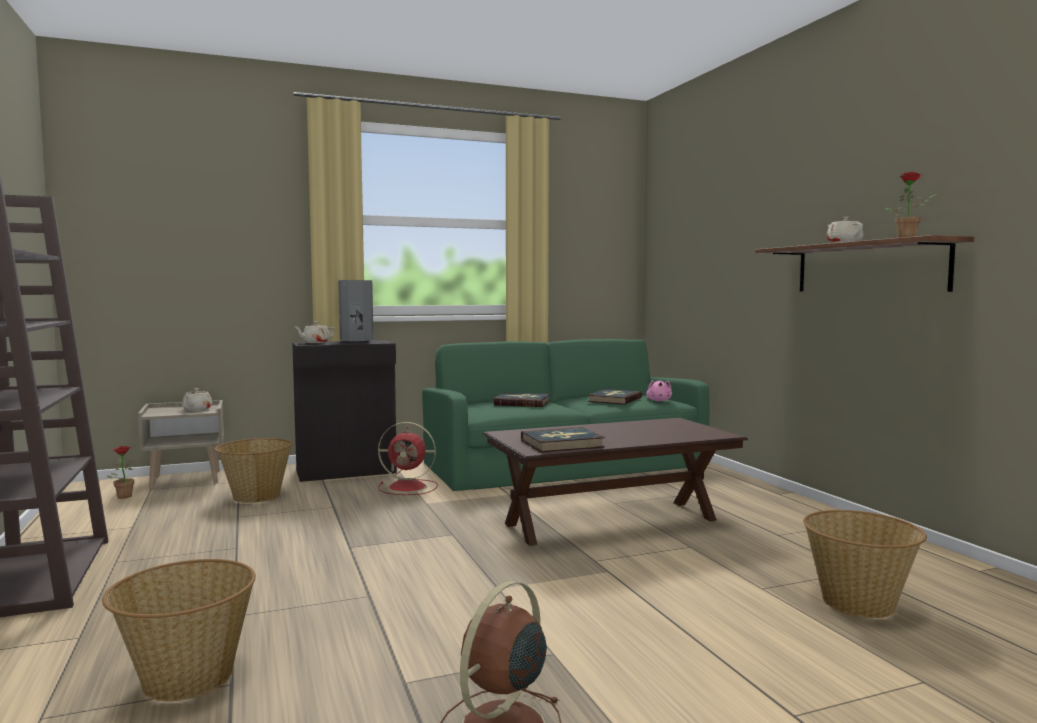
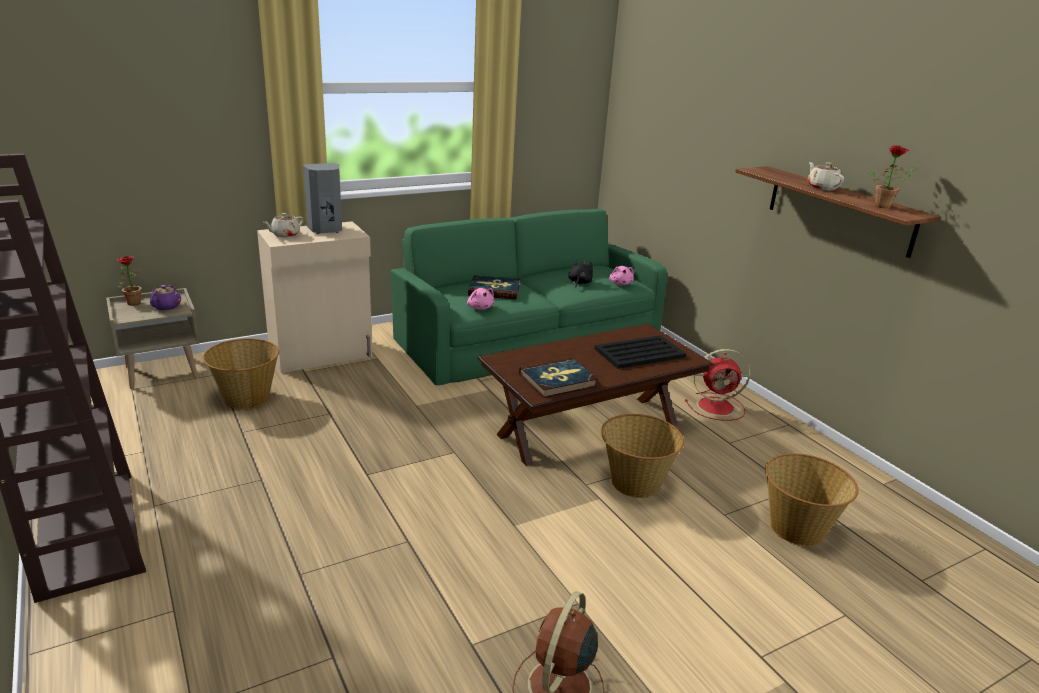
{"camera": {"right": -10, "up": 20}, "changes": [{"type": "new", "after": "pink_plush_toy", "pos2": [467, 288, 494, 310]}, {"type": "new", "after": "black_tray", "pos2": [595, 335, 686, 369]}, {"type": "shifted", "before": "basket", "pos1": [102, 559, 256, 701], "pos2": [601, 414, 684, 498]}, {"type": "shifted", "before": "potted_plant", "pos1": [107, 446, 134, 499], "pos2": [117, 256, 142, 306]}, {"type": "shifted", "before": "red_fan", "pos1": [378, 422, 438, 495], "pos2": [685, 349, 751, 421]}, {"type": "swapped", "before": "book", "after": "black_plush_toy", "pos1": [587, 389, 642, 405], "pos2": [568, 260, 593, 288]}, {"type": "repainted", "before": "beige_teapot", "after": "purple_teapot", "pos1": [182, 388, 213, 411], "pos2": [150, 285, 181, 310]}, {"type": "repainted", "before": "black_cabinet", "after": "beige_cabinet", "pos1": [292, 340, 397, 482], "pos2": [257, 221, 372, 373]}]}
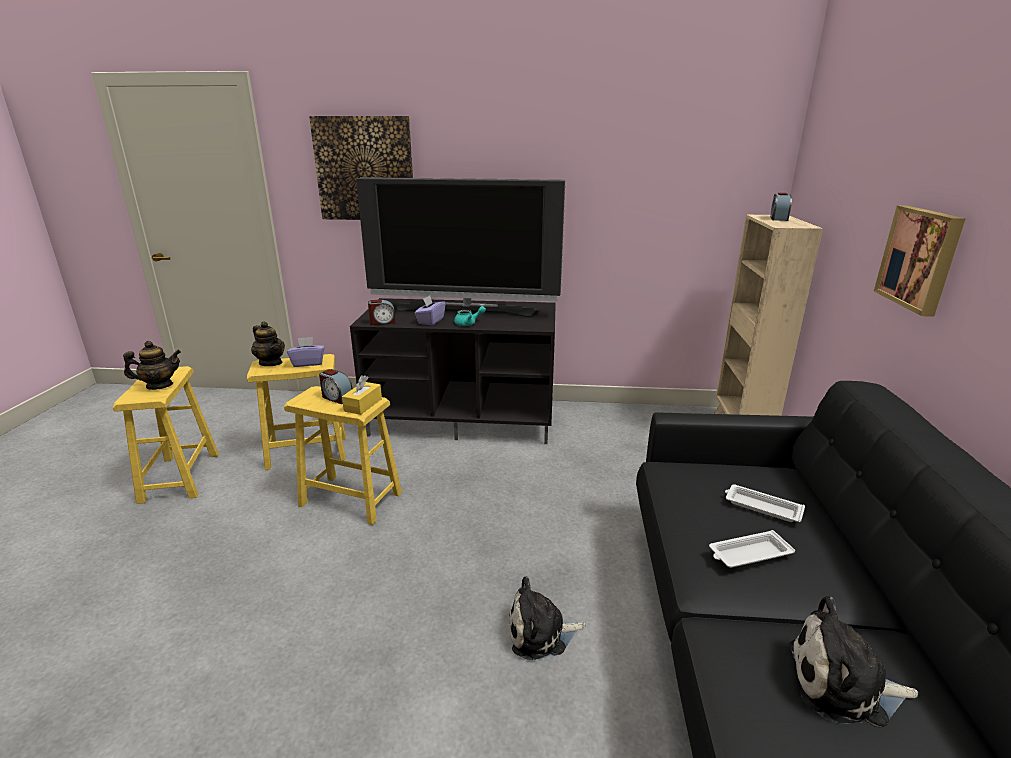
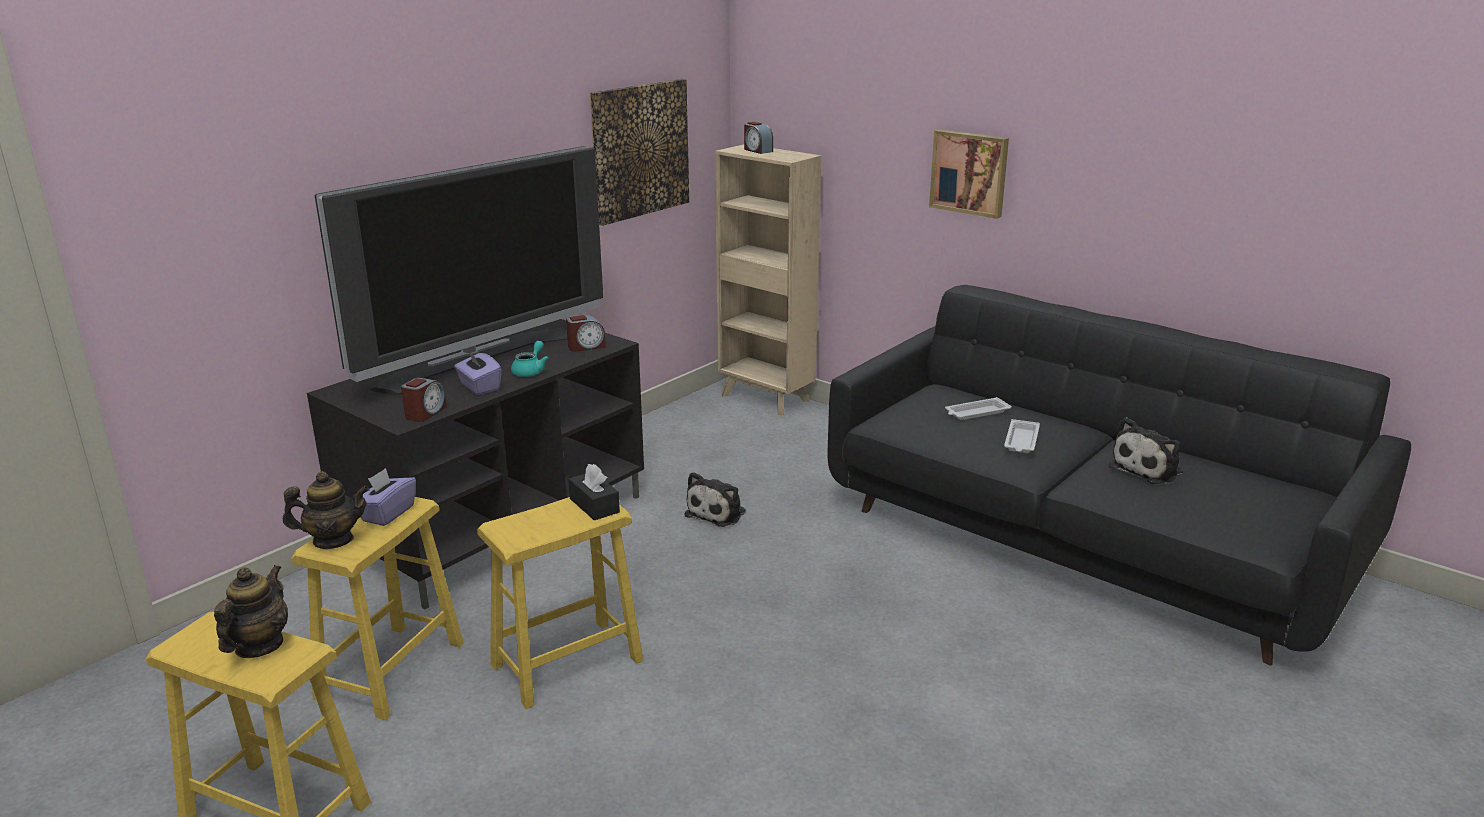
{"camera": {"right": -55, "up": 0}, "changes": [{"type": "shifted", "before": "picture", "pos1": [309, 116, 413, 220], "pos2": [590, 79, 689, 226]}, {"type": "shifted", "before": "alarm_clock", "pos1": [319, 369, 353, 404], "pos2": [566, 315, 606, 352]}, {"type": "shifted", "before": "plush_toy", "pos1": [509, 576, 586, 660], "pos2": [685, 472, 746, 527]}, {"type": "repainted", "before": "yellow_tissue_box", "after": "black_tissue_box", "pos1": [342, 375, 382, 415], "pos2": [568, 464, 620, 520]}]}
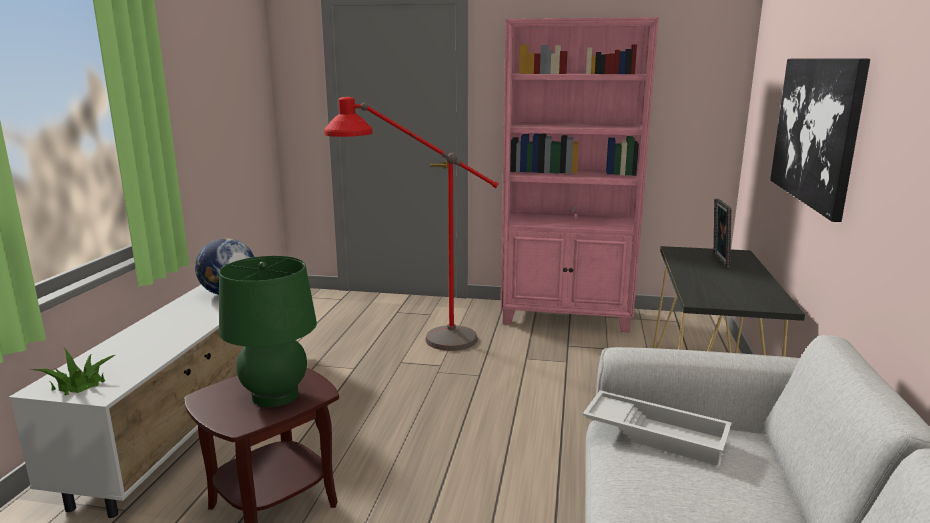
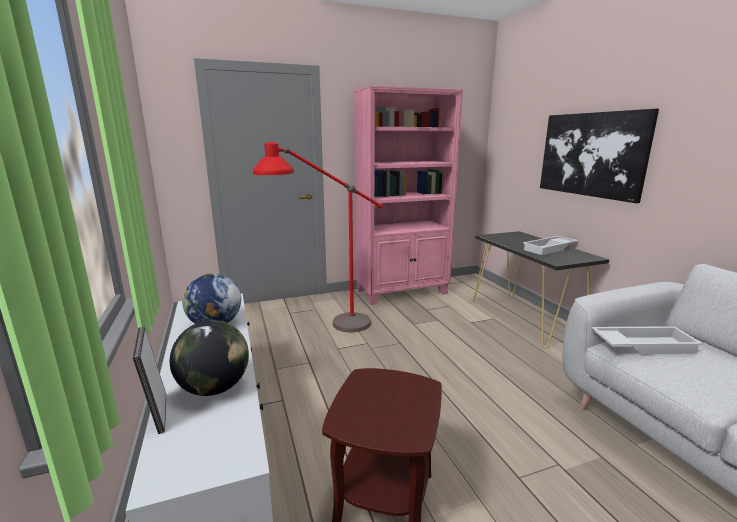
{"camera": {"right": -30, "up": 0}, "changes": [{"type": "gone", "before": "potted_plant", "pos1": [32, 348, 115, 396]}, {"type": "gone", "before": "green_table_lamp", "pos1": [219, 256, 317, 407]}, {"type": "new", "after": "globe", "pos2": [170, 320, 249, 396]}, {"type": "new", "after": "white_tray", "pos2": [523, 236, 579, 255]}, {"type": "shifted", "before": "picture_frame", "pos1": [713, 199, 731, 268], "pos2": [132, 326, 166, 434]}]}
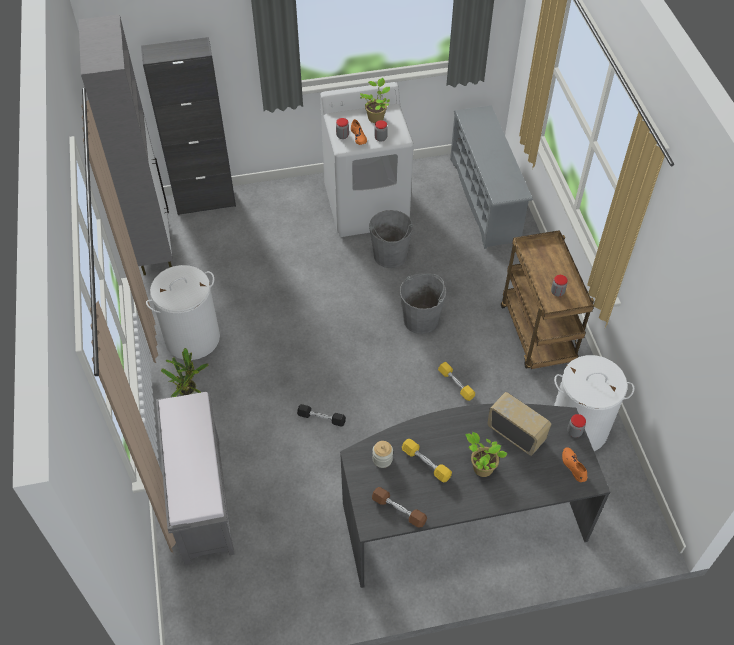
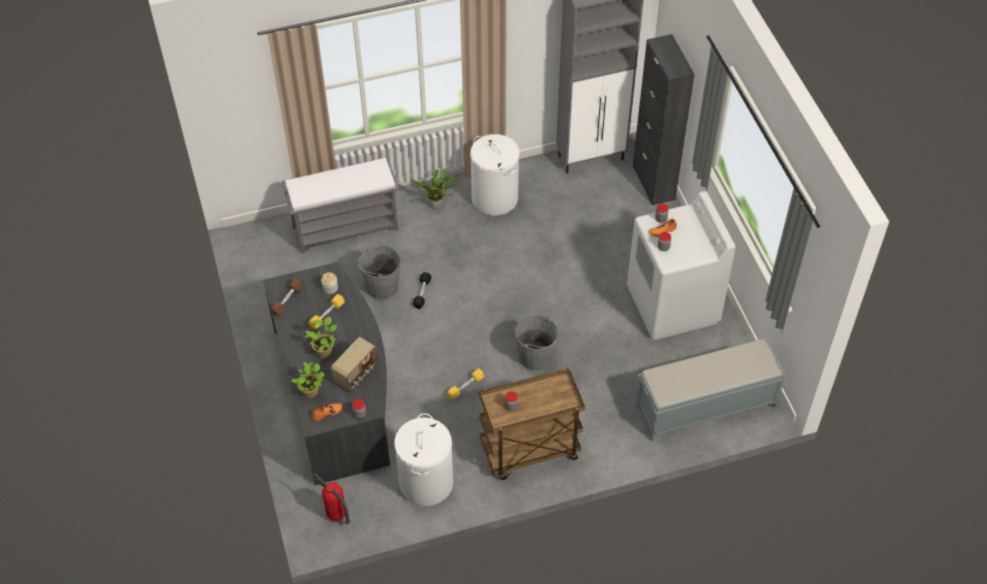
{"camera": {"right": 85, "up": 0}, "changes": [{"type": "new", "after": "fire_extinguisher", "pos2": [313, 473, 351, 524]}, {"type": "shifted", "before": "potted_plant", "pos1": [360, 78, 390, 123], "pos2": [291, 362, 325, 398]}, {"type": "shifted", "before": "grey_bucket", "pos1": [369, 210, 413, 268], "pos2": [357, 245, 400, 300]}, {"type": "swapped", "before": "grey_shoe_rack", "after": "grey_bench", "pos1": [450, 105, 533, 249], "pos2": [635, 339, 786, 441]}]}
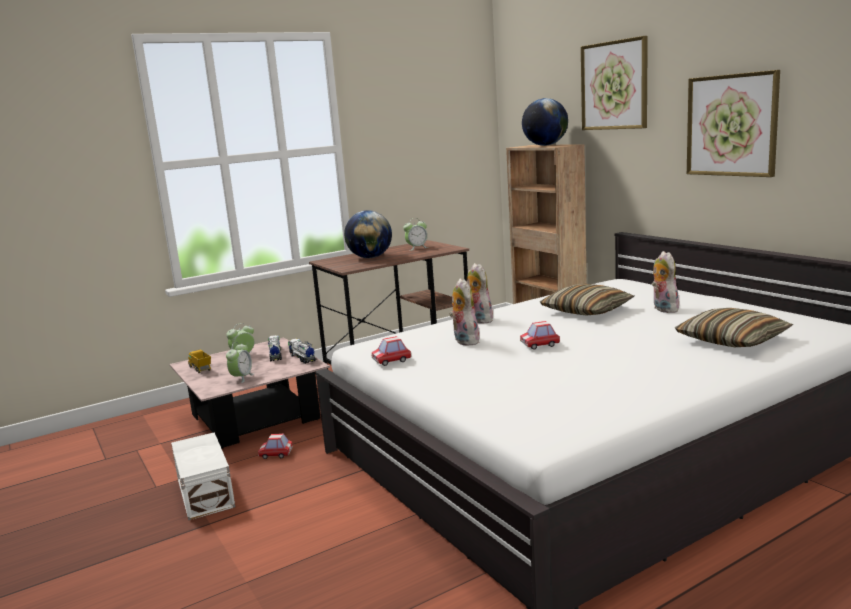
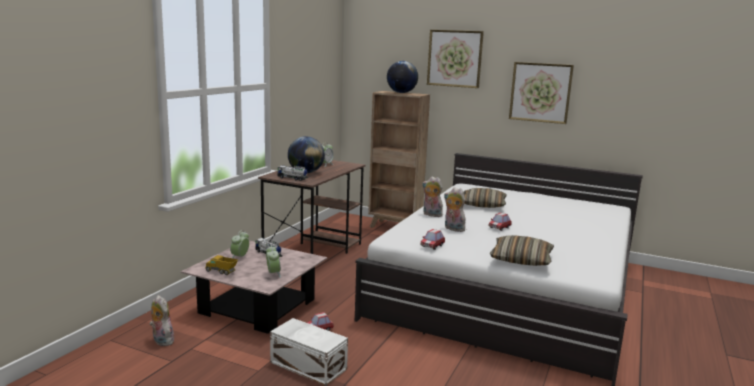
{"camera": {"right": -35, "up": 0}, "changes": [{"type": "shifted", "before": "toy_truck", "pos1": [288, 338, 317, 364], "pos2": [277, 165, 309, 181]}, {"type": "shifted", "before": "plush_toy", "pos1": [652, 251, 679, 313], "pos2": [149, 295, 174, 346]}, {"type": "shifted", "before": "pillow", "pos1": [675, 308, 793, 347], "pos2": [490, 235, 554, 266]}]}
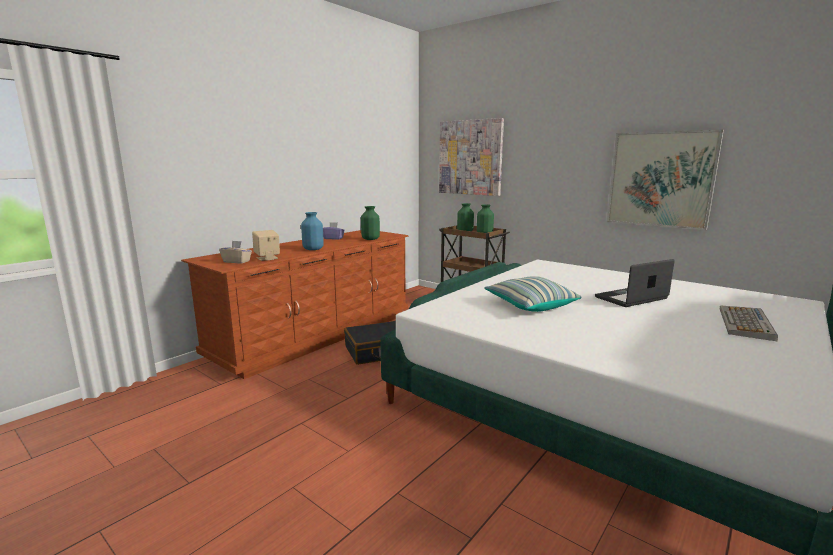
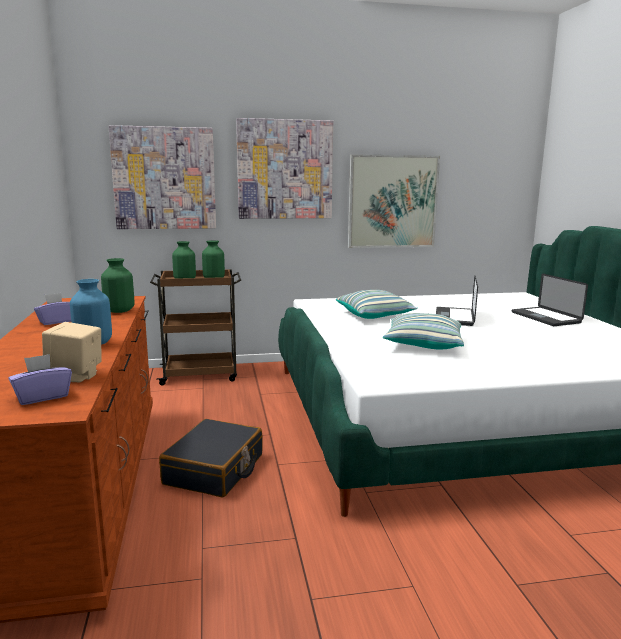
{"camera": {"right": -50, "up": 0}, "changes": [{"type": "new", "after": "picture", "pos2": [236, 118, 333, 219]}, {"type": "new", "after": "pillow", "pos2": [336, 290, 418, 319]}, {"type": "swapped", "before": "keyboard", "after": "laptop", "pos1": [720, 306, 778, 341], "pos2": [512, 274, 588, 326]}, {"type": "repainted", "before": "beige_tissue_box", "after": "purple_tissue_box", "pos1": [219, 241, 252, 264], "pos2": [8, 354, 72, 405]}]}
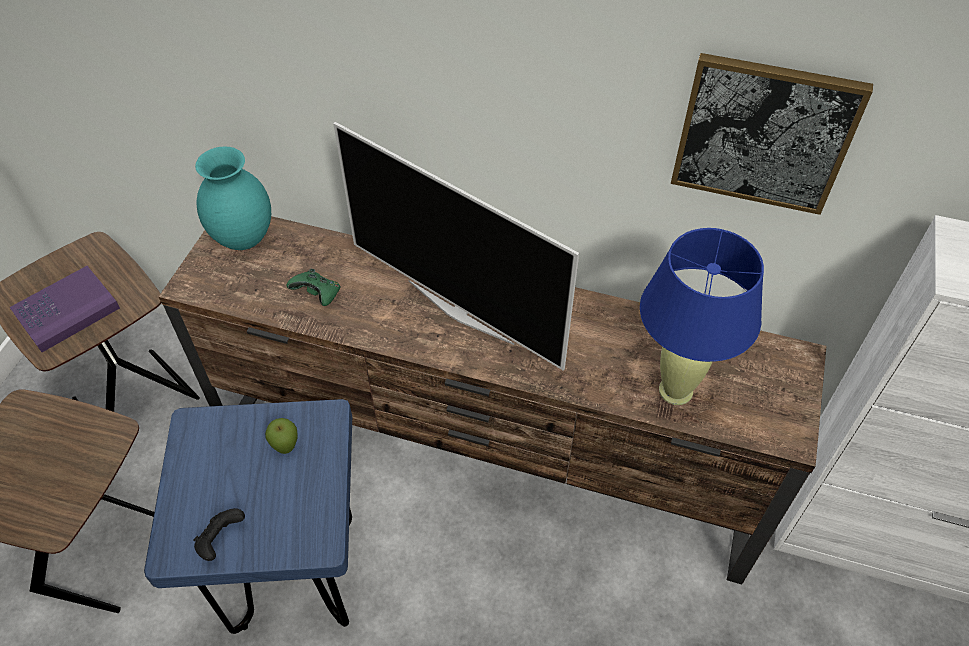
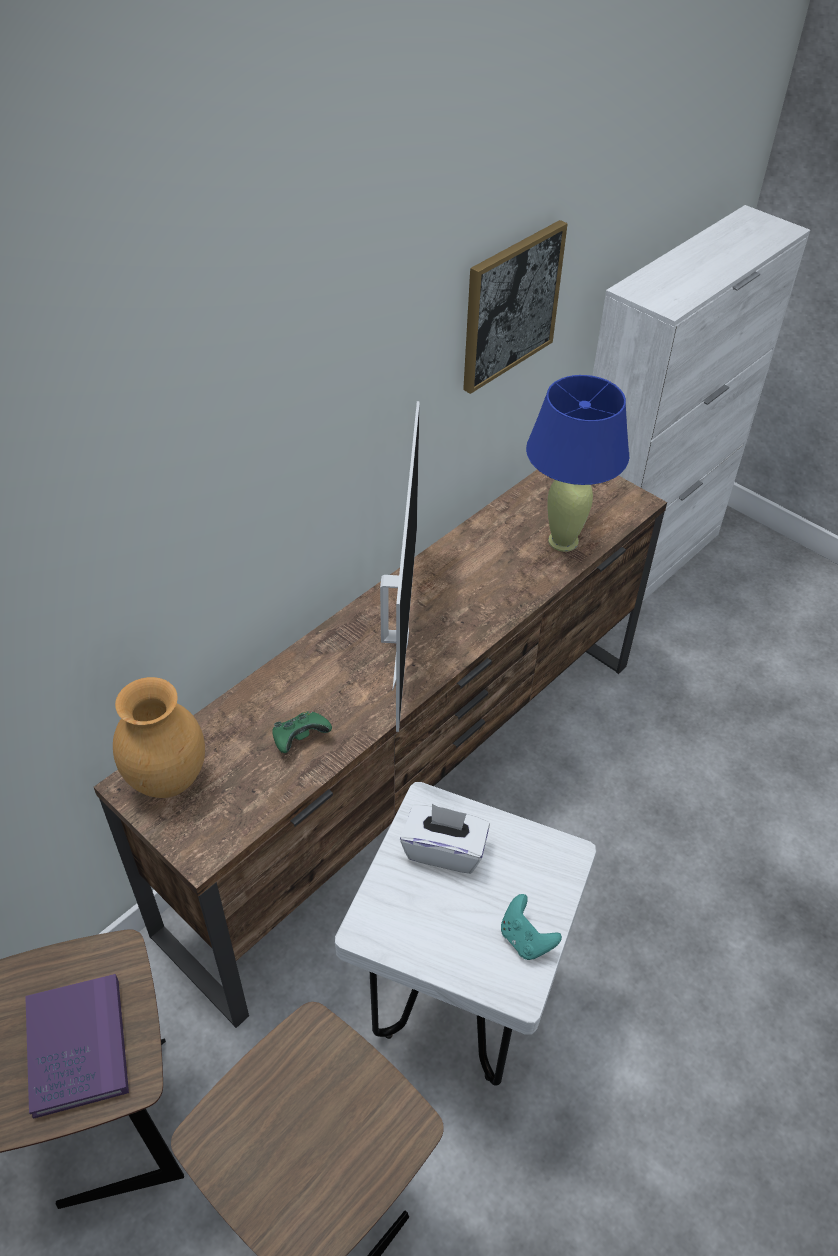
{"camera": {"right": -65, "up": -5}, "changes": [{"type": "swapped", "before": "apple", "after": "white_tissue_box", "pos1": [265, 418, 297, 454], "pos2": [400, 804, 490, 874]}, {"type": "repainted", "before": "blue_stool", "after": "white_stool", "pos1": [144, 399, 352, 634], "pos2": [335, 782, 596, 1086]}, {"type": "repainted", "before": "black_game_controller", "after": "turquoise_game_controller", "pos1": [193, 508, 245, 561], "pos2": [501, 894, 562, 960]}, {"type": "repainted", "before": "turquoise_vase", "after": "brown_vase", "pos1": [195, 146, 271, 250], "pos2": [113, 677, 205, 798]}, {"type": "rotated", "before": "television", "pos1": [333, 122, 579, 370], "pos2": [380, 401, 420, 732], "turn": -60}]}
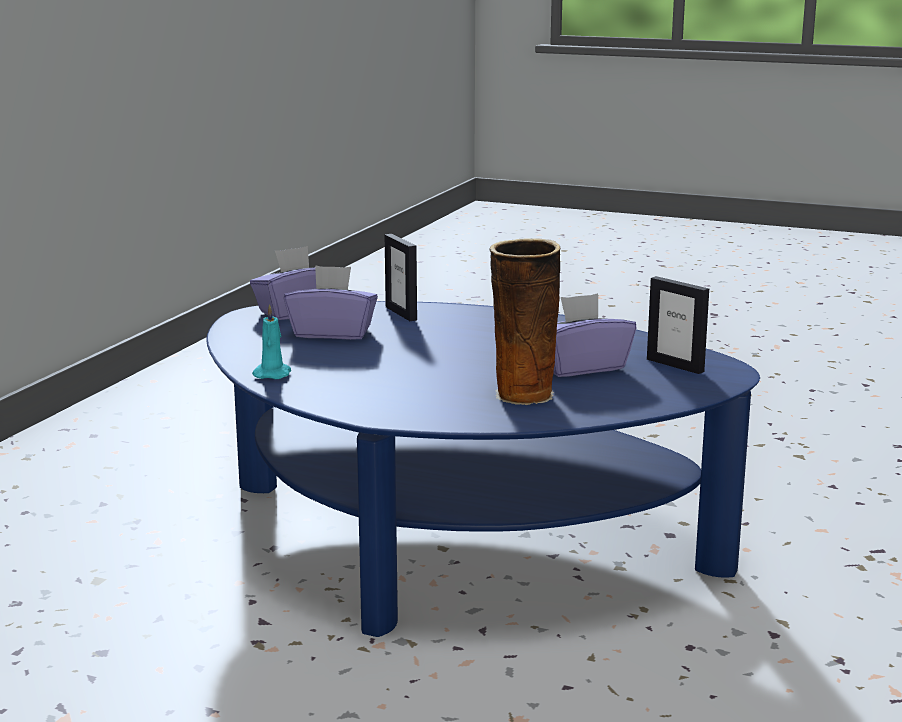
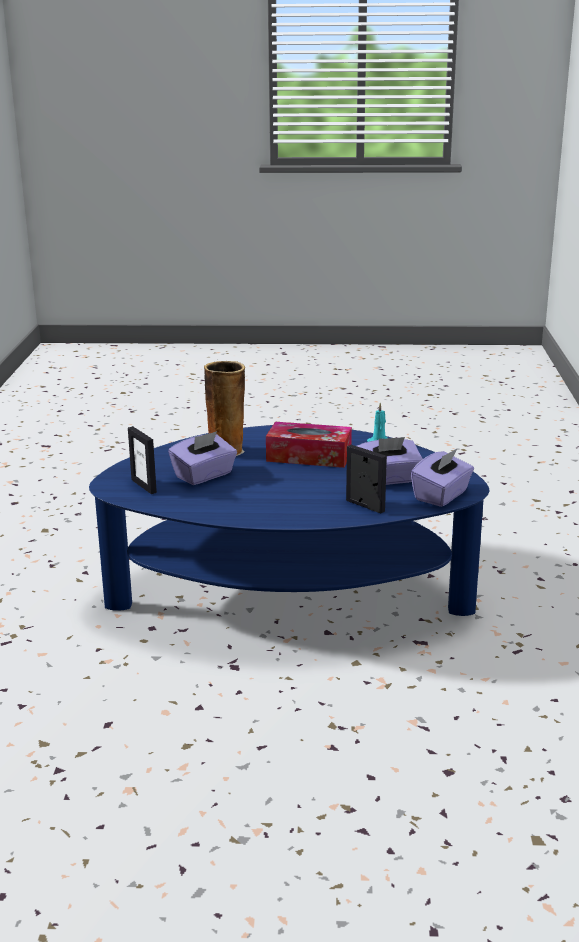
{"camera": {"right": 160, "up": 5}, "changes": [{"type": "new", "after": "tissue_box", "pos2": [266, 422, 352, 468]}, {"type": "rotated", "before": "picture_frame", "pos1": [647, 276, 709, 374], "pos2": [128, 426, 157, 494], "turn": -150}]}
